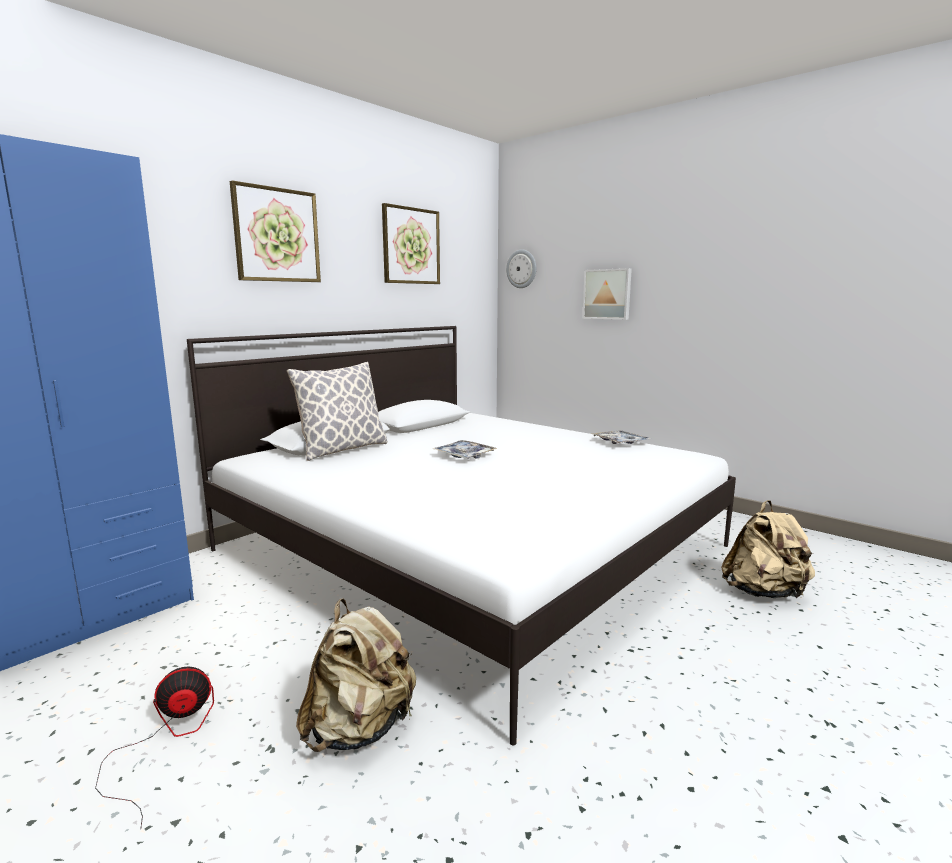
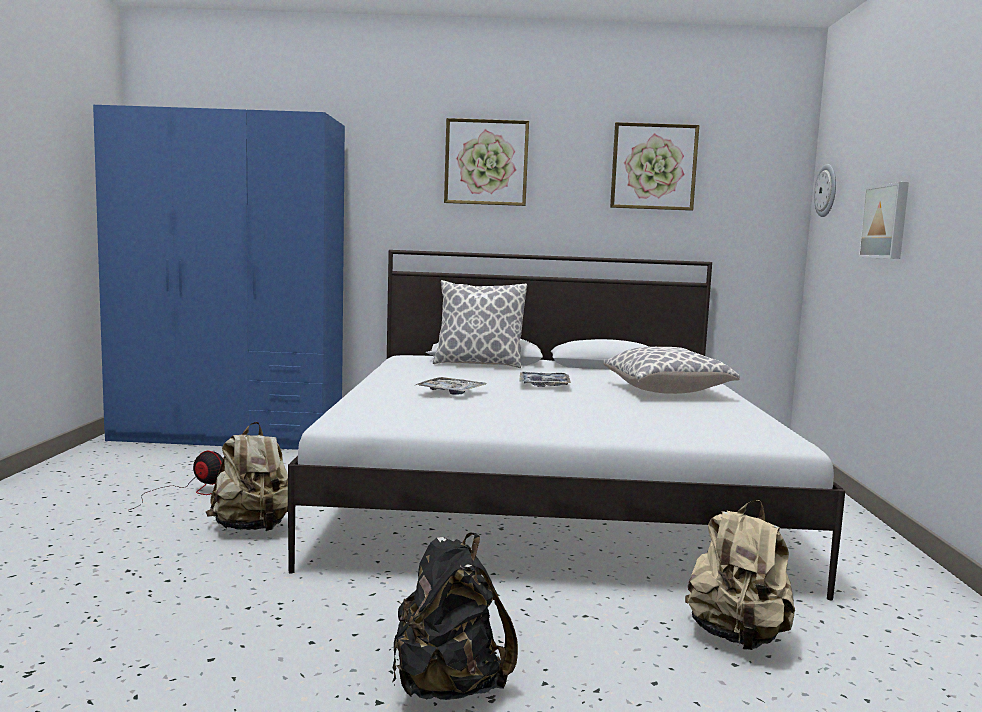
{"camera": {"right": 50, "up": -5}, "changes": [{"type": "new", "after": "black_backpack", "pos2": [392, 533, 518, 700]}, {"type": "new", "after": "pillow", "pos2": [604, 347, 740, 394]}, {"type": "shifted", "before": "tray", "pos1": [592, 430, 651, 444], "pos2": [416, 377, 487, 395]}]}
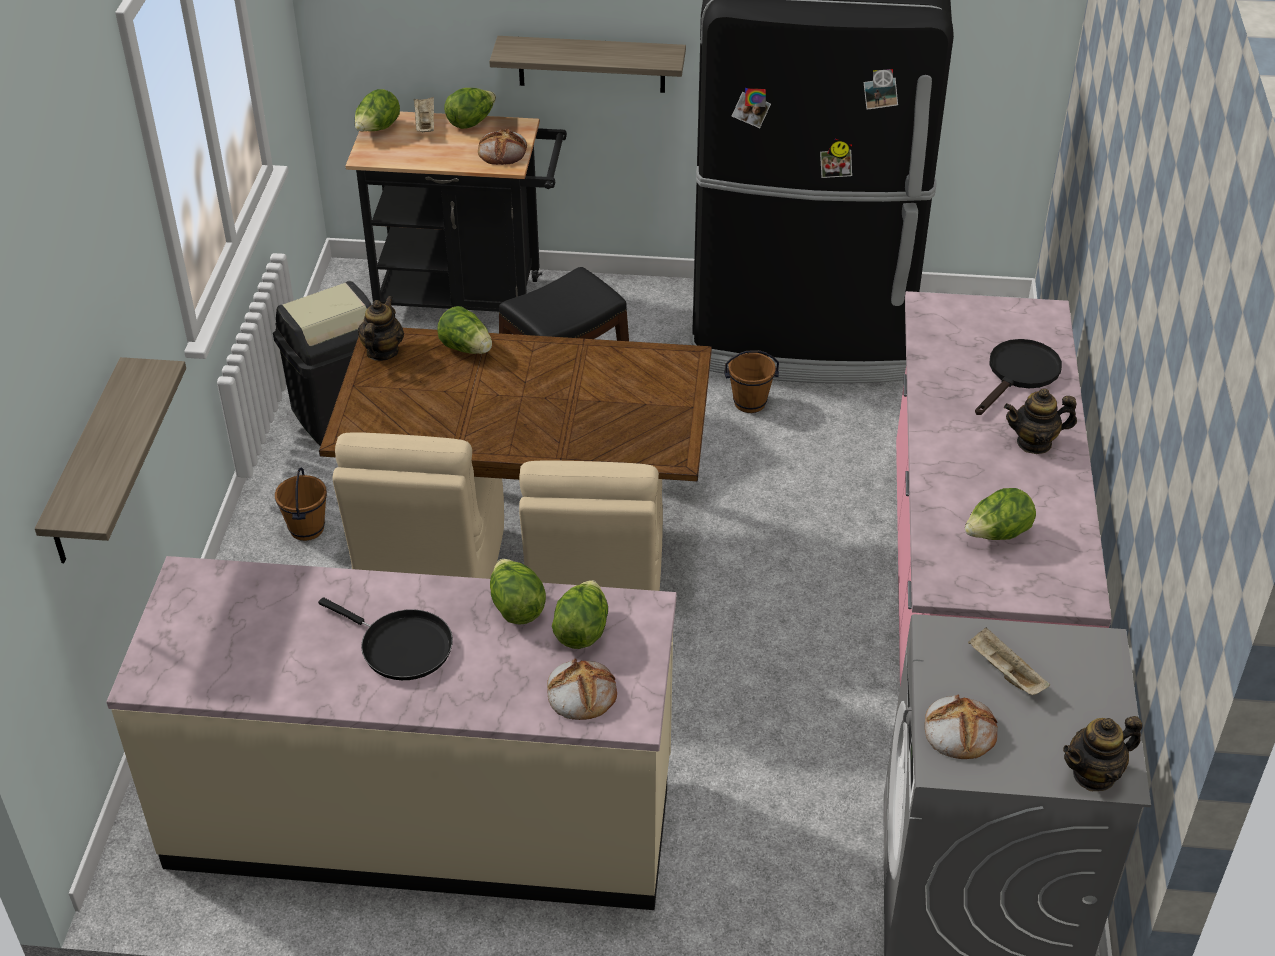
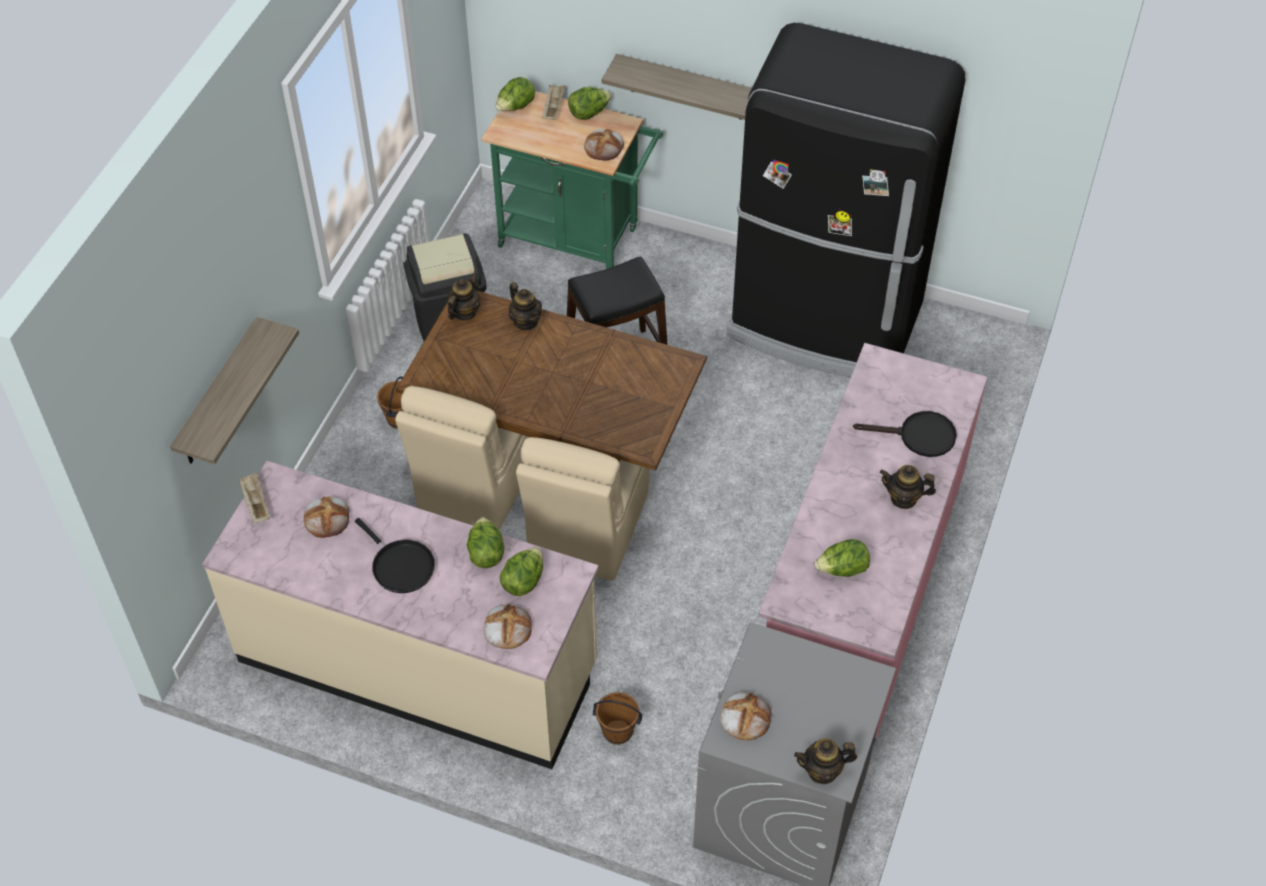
{"camera": {"right": 15, "up": 10}, "changes": [{"type": "new", "after": "bread", "pos2": [304, 496, 349, 538]}, {"type": "shifted", "before": "brown_bucket", "pos1": [725, 350, 779, 413], "pos2": [593, 692, 642, 745]}, {"type": "shifted", "before": "beige_tray", "pos1": [968, 627, 1050, 695], "pos2": [239, 472, 270, 523]}, {"type": "swapped", "before": "lettuce", "after": "teapot", "pos1": [437, 306, 492, 354], "pos2": [509, 282, 542, 330]}, {"type": "repainted", "before": "black_cart", "after": "green_cart", "pos1": [345, 111, 567, 312], "pos2": [481, 91, 663, 269]}, {"type": "rotated", "before": "black_frying_pan", "pos1": [975, 339, 1062, 415], "pos2": [853, 411, 957, 457], "turn": 45}]}
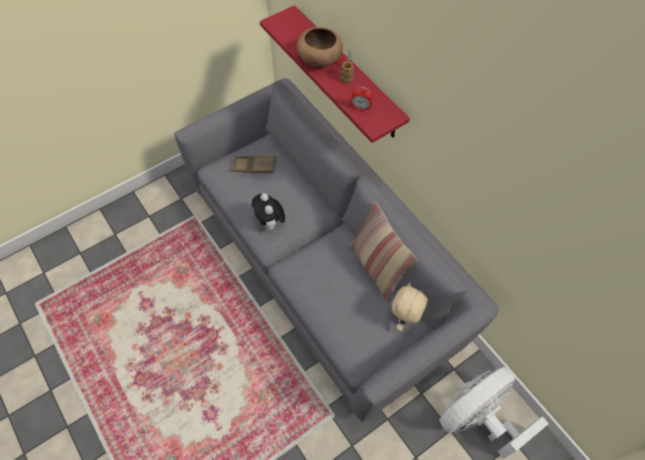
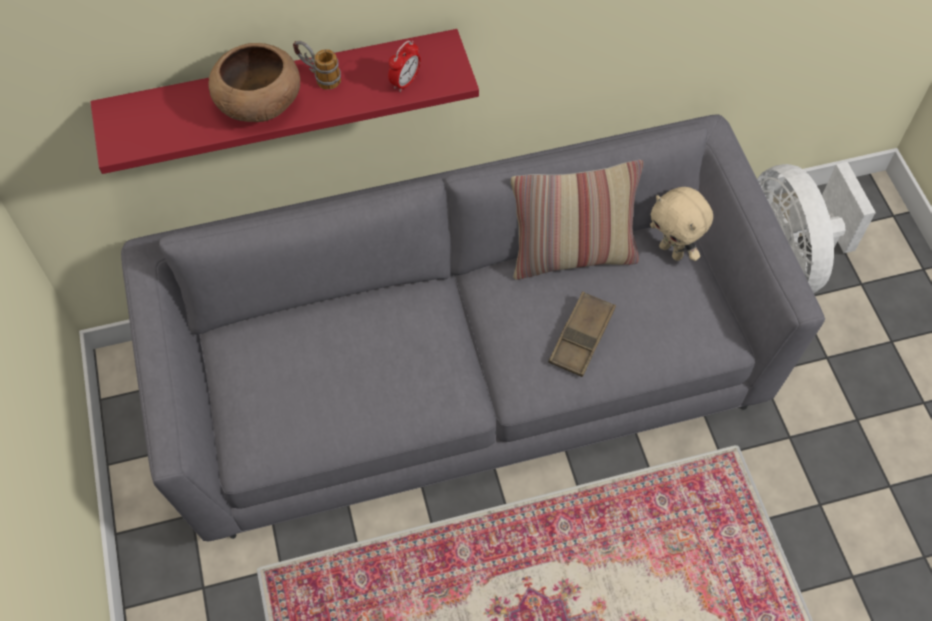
{"camera": {"right": -70, "up": 0}, "changes": [{"type": "gone", "before": "plush_toy", "pos1": [252, 193, 285, 230]}, {"type": "shifted", "before": "brown_tray", "pos1": [232, 155, 276, 173], "pos2": [548, 291, 616, 377]}]}
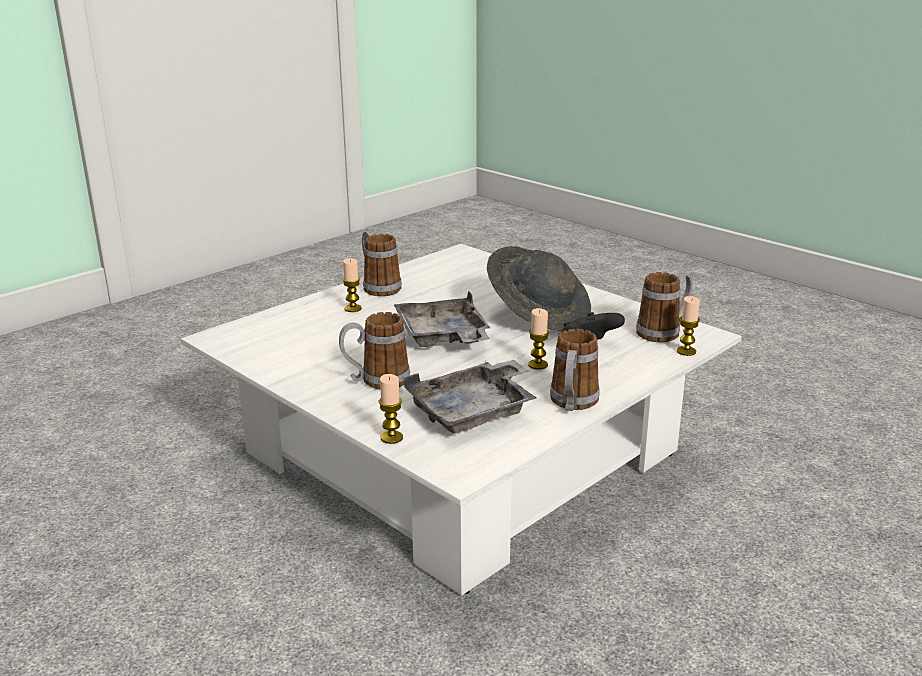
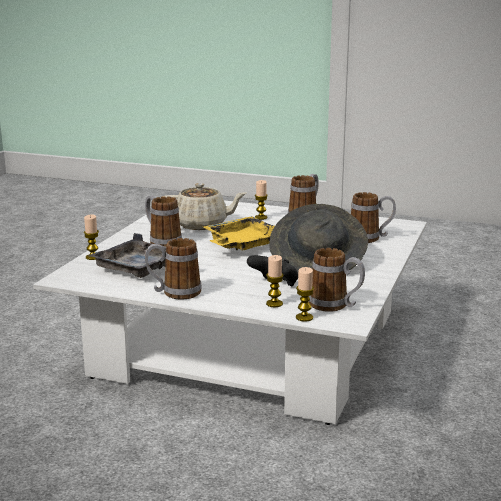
{"camera": {"right": 65, "up": -5}, "changes": [{"type": "new", "after": "beige_teapot", "pos2": [160, 183, 247, 230]}, {"type": "new", "after": "mug", "pos2": [351, 192, 396, 243]}, {"type": "shifted", "before": "candle", "pos1": [528, 308, 549, 370], "pos2": [266, 255, 284, 307]}, {"type": "repainted", "before": "grey_tray", "after": "yellow_tray", "pos1": [393, 292, 490, 347], "pos2": [203, 216, 275, 250]}]}
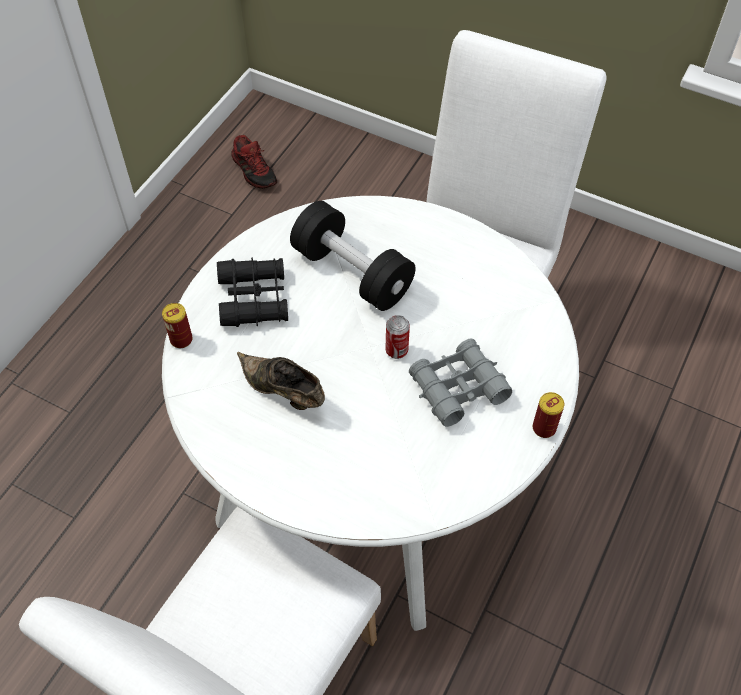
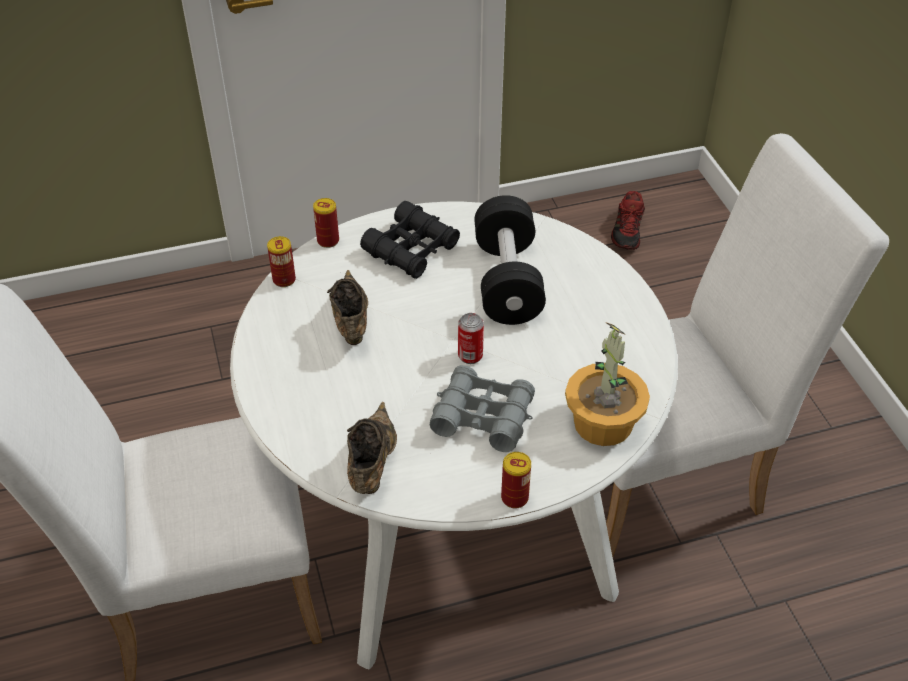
{"camera": {"right": 45, "up": -10}, "changes": [{"type": "new", "after": "can", "pos2": [267, 236, 296, 287]}, {"type": "new", "after": "brown_shoe", "pos2": [347, 402, 397, 494]}, {"type": "new", "after": "potted_plant", "pos2": [565, 322, 650, 446]}]}
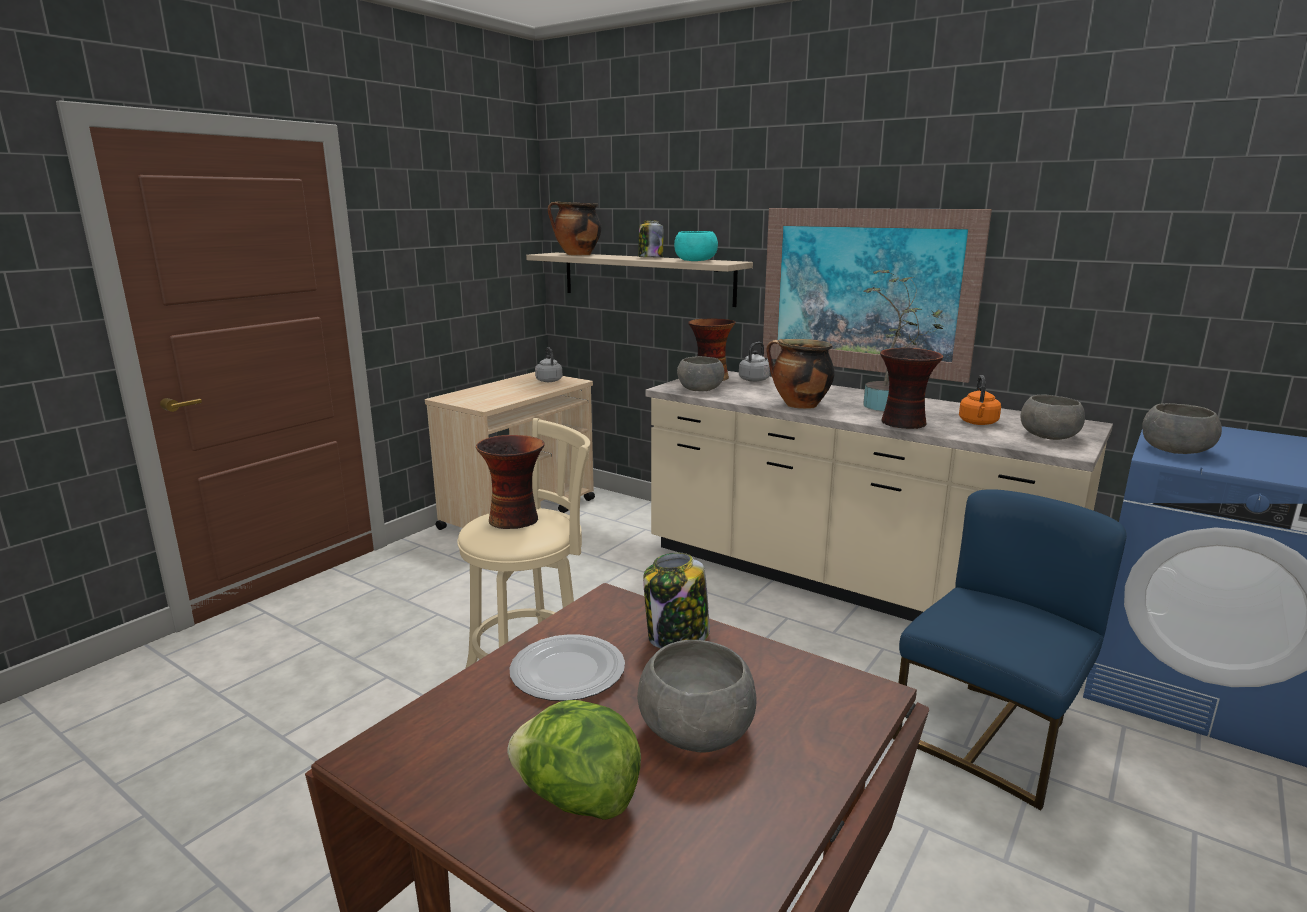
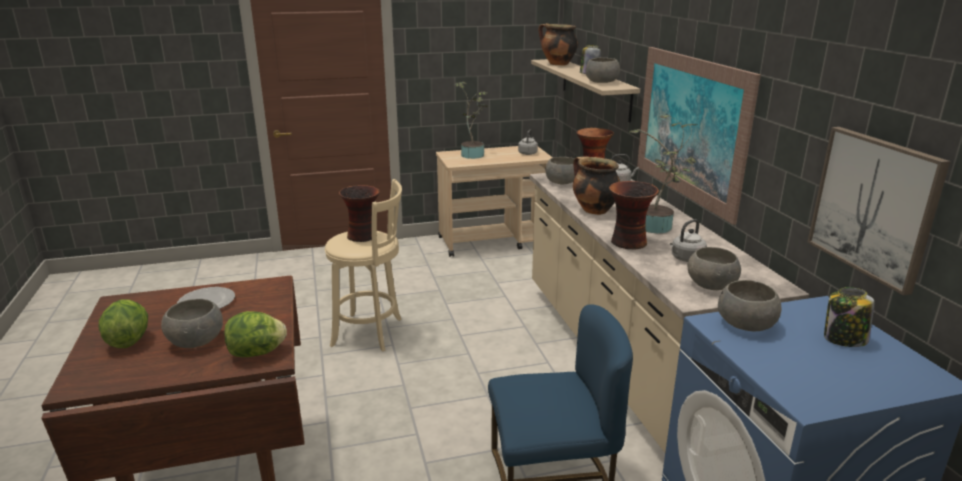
{"camera": {"right": 40, "up": 5}, "changes": [{"type": "new", "after": "lettuce", "pos2": [224, 311, 287, 357]}, {"type": "new", "after": "potted_plant", "pos2": [455, 81, 488, 159]}, {"type": "new", "after": "picture", "pos2": [807, 127, 950, 296]}, {"type": "shifted", "before": "jar", "pos1": [643, 553, 710, 648], "pos2": [824, 287, 874, 347]}, {"type": "repainted", "before": "turquoise_bowl", "after": "grey_bowl", "pos1": [674, 231, 718, 261], "pos2": [585, 58, 620, 83]}, {"type": "repainted", "before": "orange_kettle", "after": "grey_kettle", "pos1": [959, 375, 1001, 425], "pos2": [670, 219, 707, 262]}]}
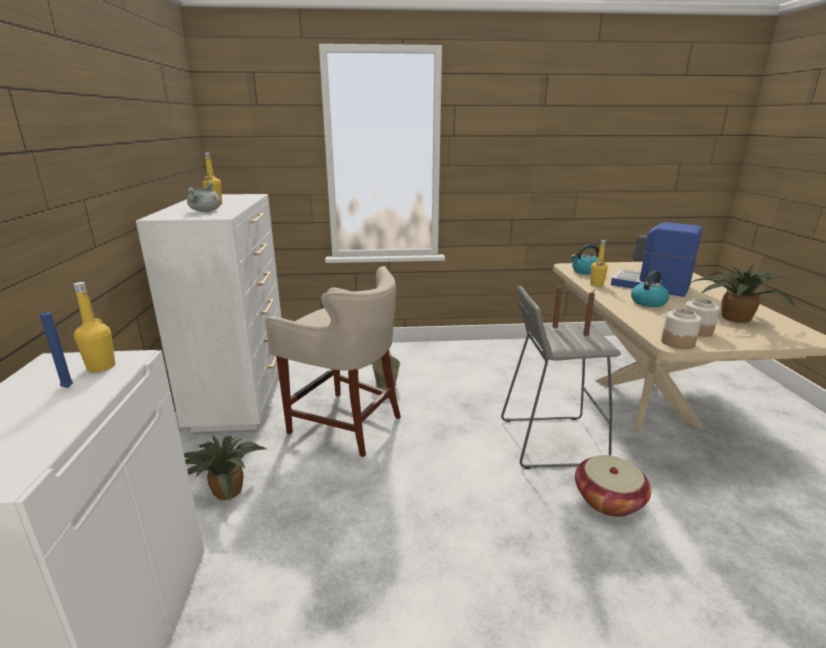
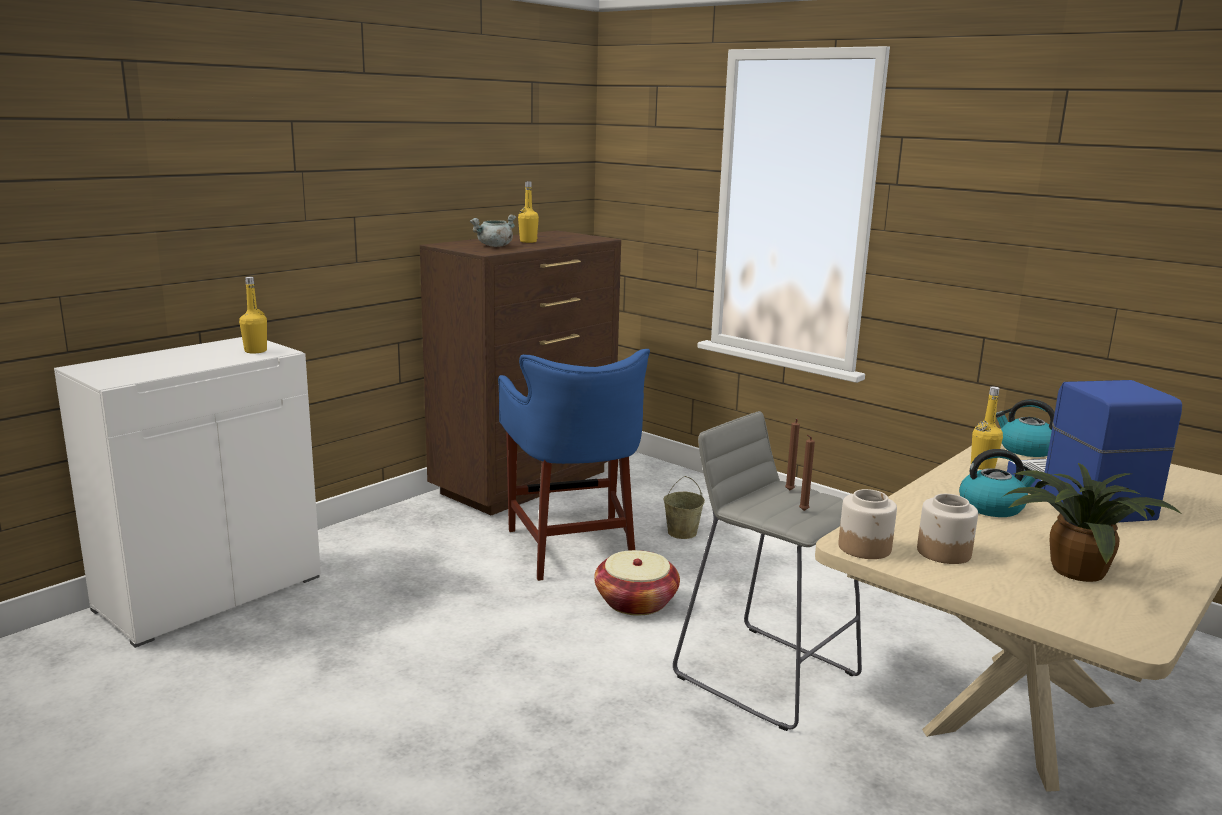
{"camera": {"right": 45, "up": -5}, "changes": [{"type": "gone", "before": "blue_candle", "pos1": [40, 303, 73, 388]}, {"type": "gone", "before": "potted_plant", "pos1": [184, 436, 266, 501]}, {"type": "shifted", "before": "basket", "pos1": [575, 455, 651, 517], "pos2": [594, 550, 680, 616]}, {"type": "repainted", "before": "white_dresser", "after": "brown_dresser", "pos1": [136, 194, 281, 432], "pos2": [420, 231, 621, 515]}, {"type": "repainted", "before": "beige_stool", "after": "blue_stool", "pos1": [265, 266, 401, 457], "pos2": [498, 349, 650, 581]}]}
